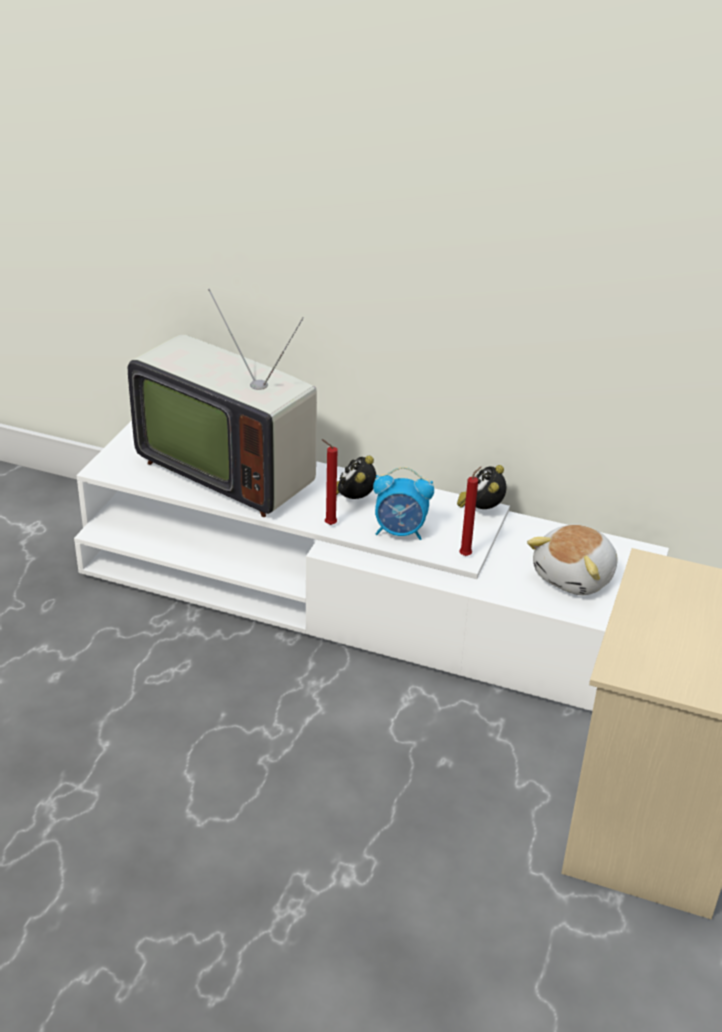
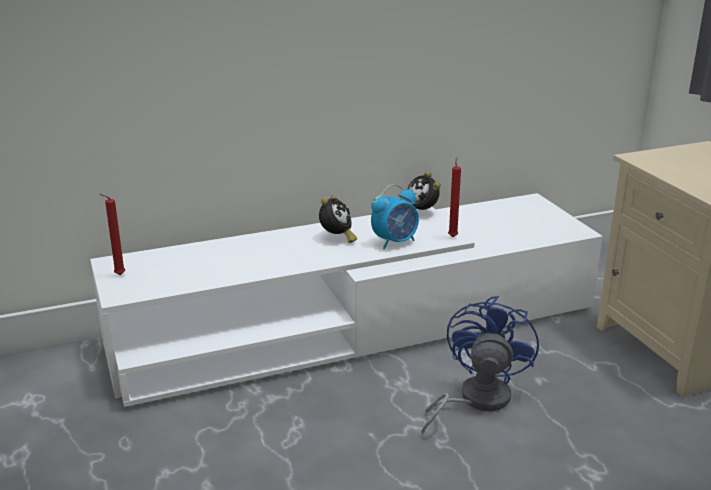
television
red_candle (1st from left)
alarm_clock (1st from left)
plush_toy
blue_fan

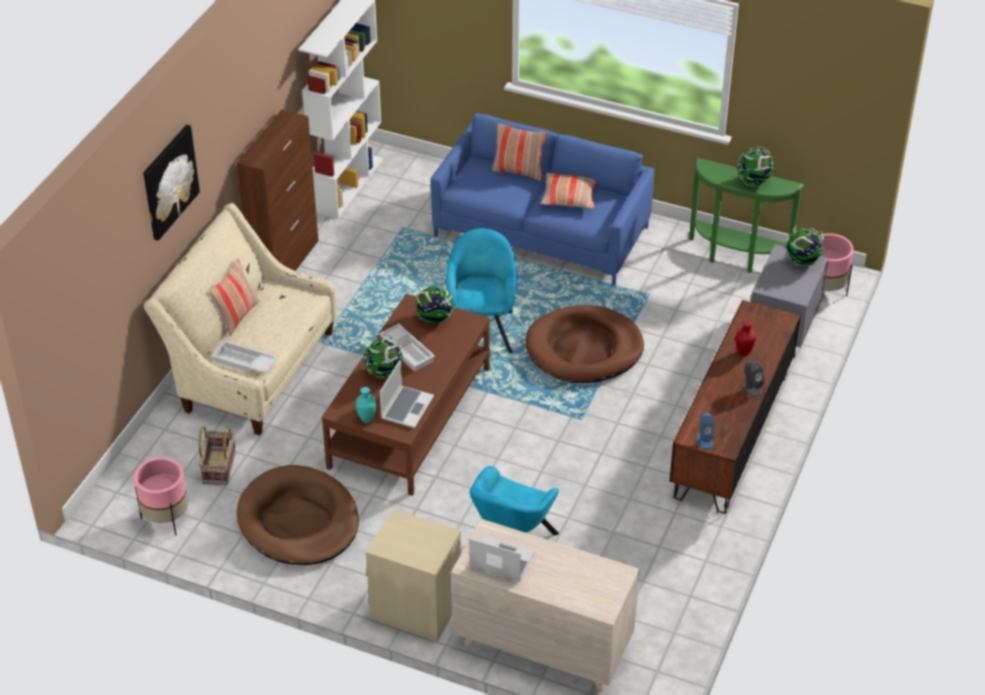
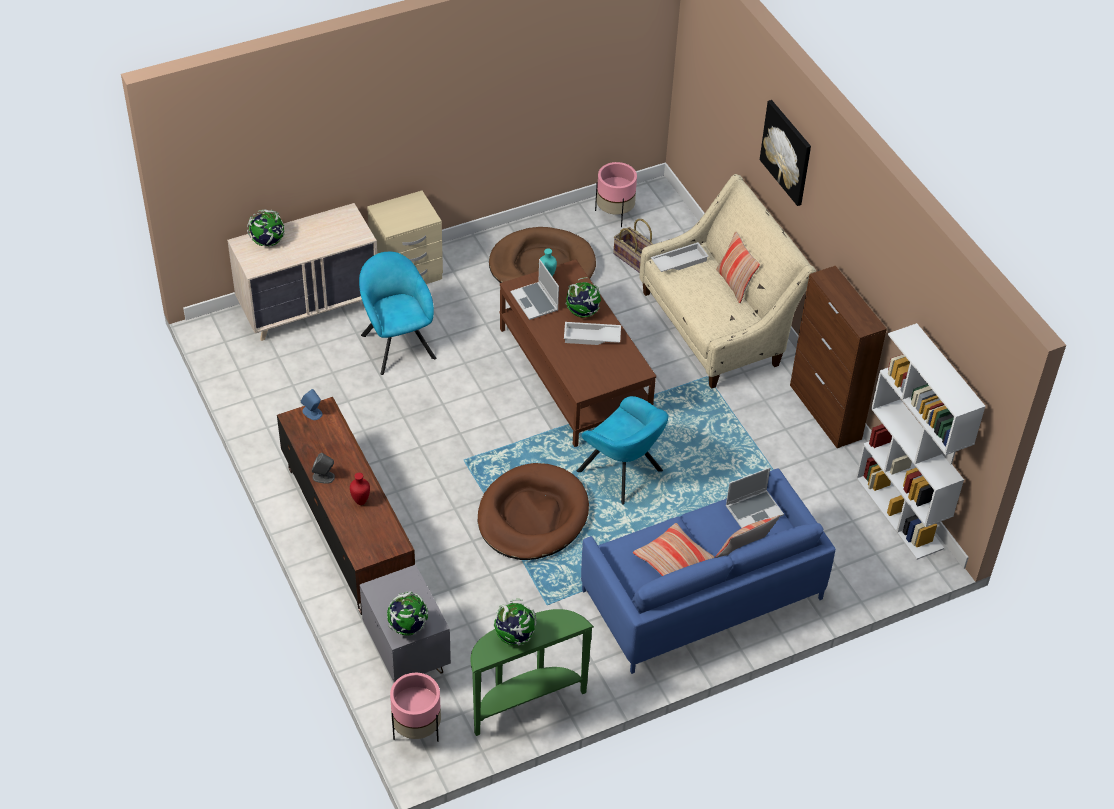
globe (1st from left)
laptop (2nd from left)

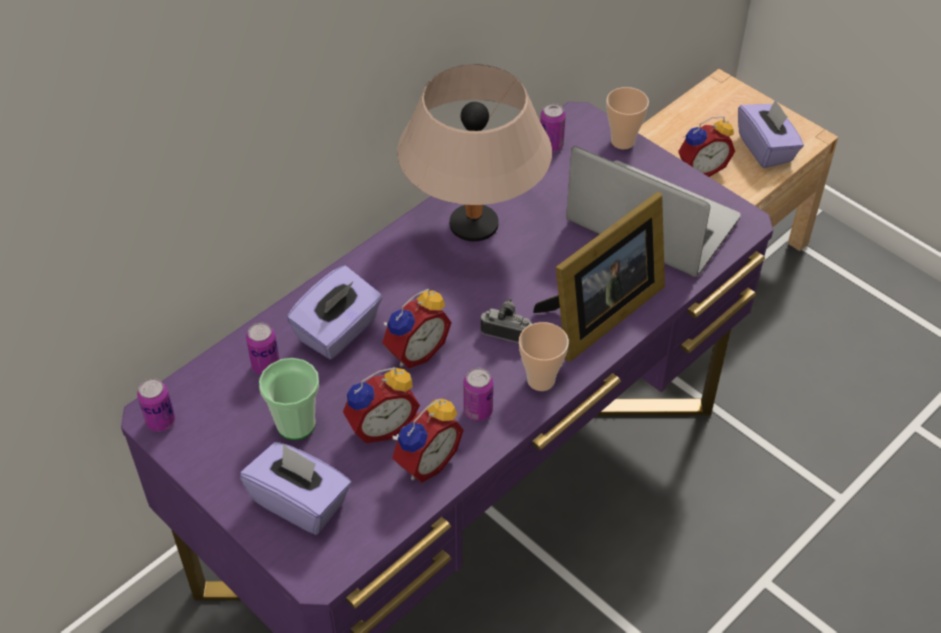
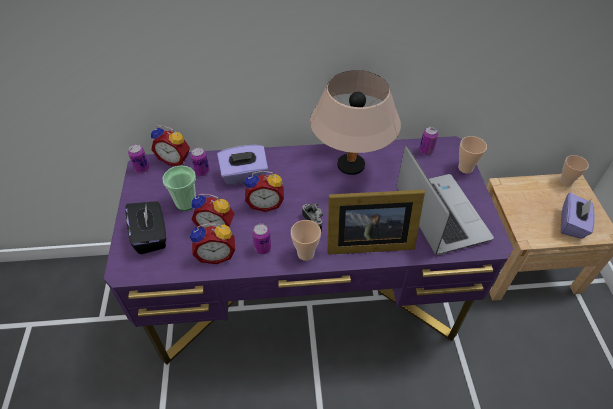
black_tissue_box
alarm_clock (1st from left)
cup (4th from left)

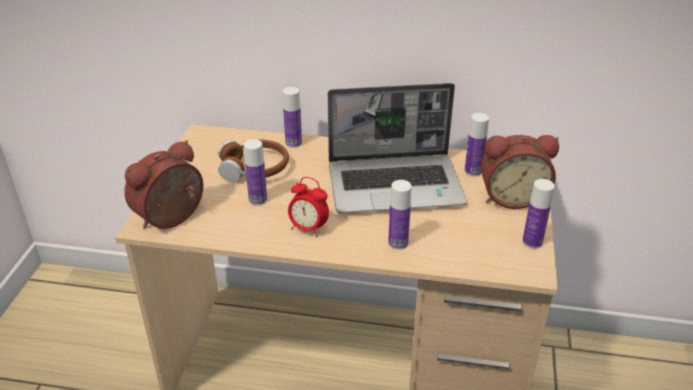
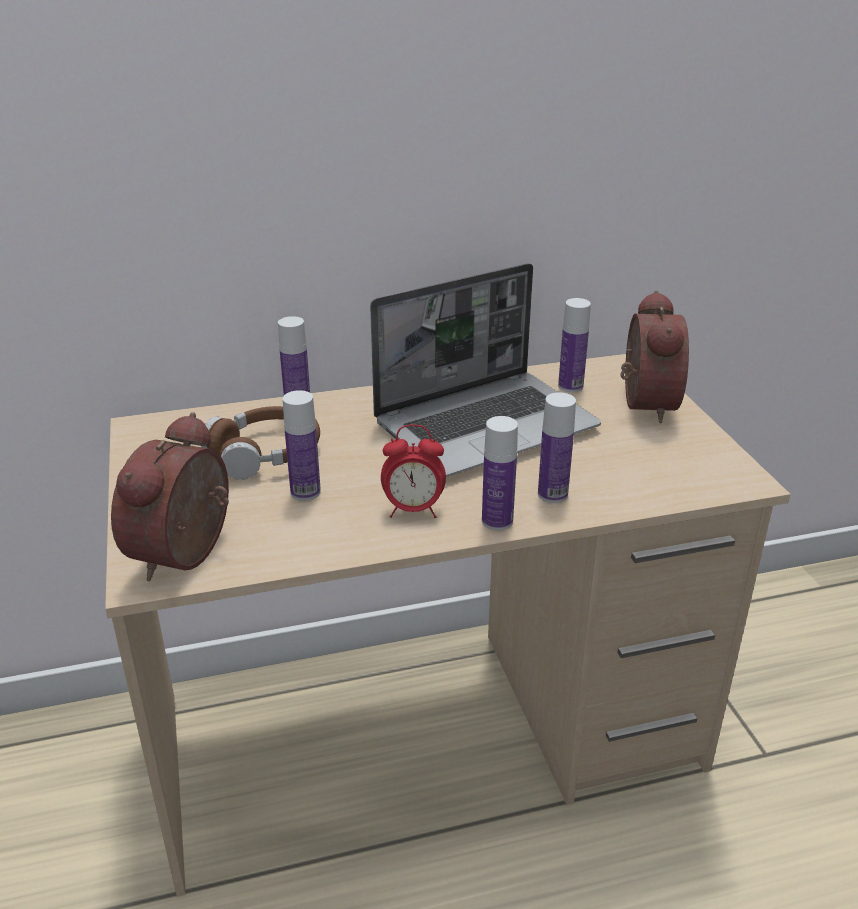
alarm_clock (3rd from left)
bottle (3rd from left)

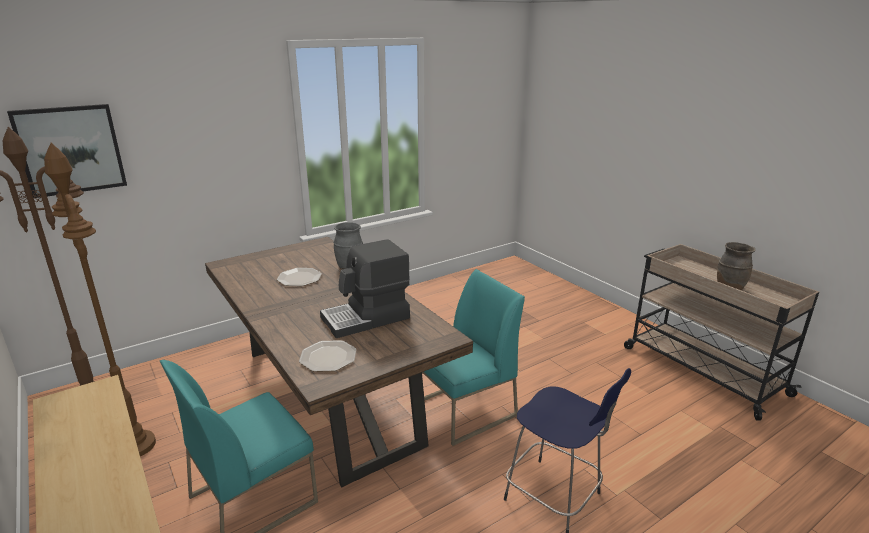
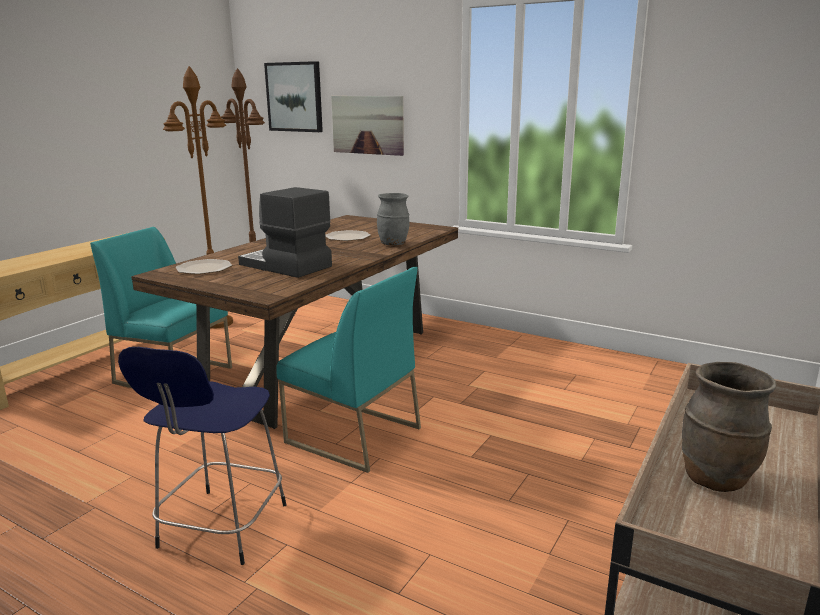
picture (2nd from left)

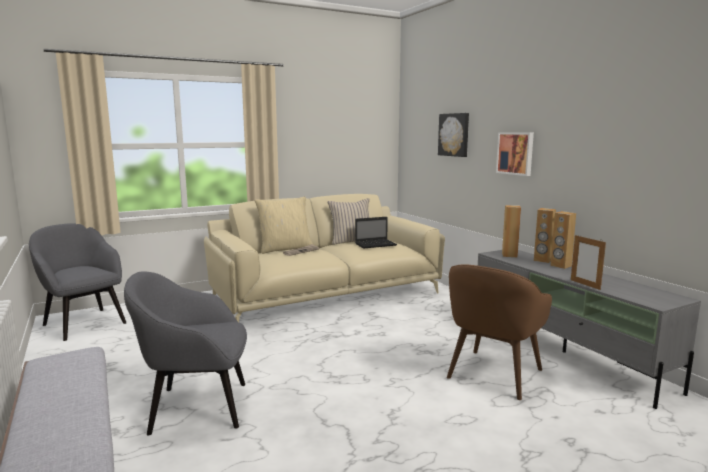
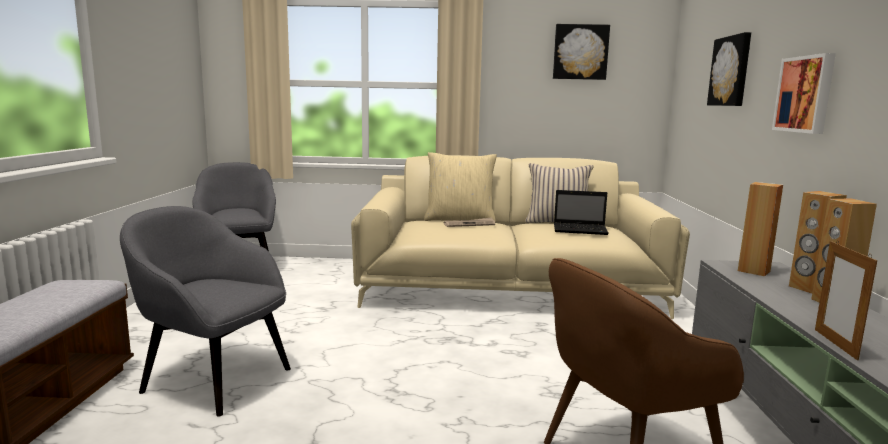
picture (1st from left)

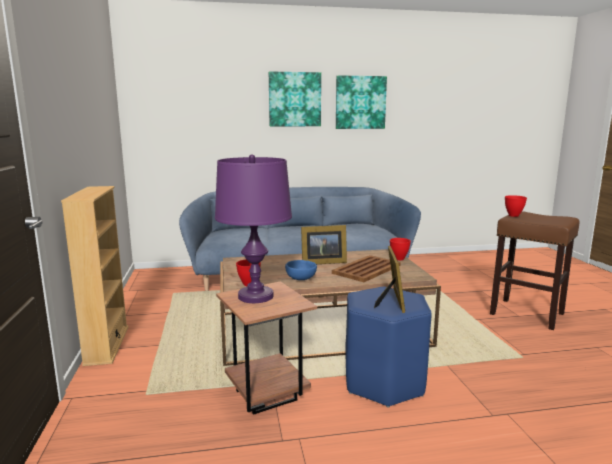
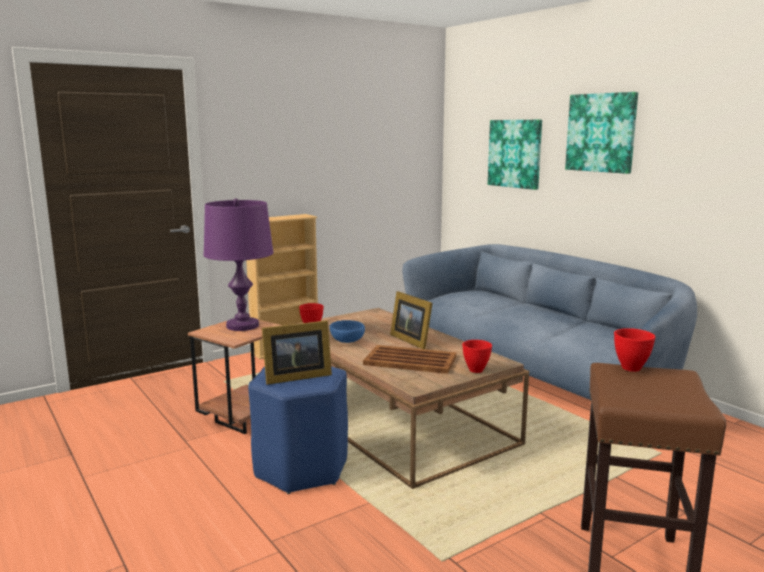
picture (1st from left)

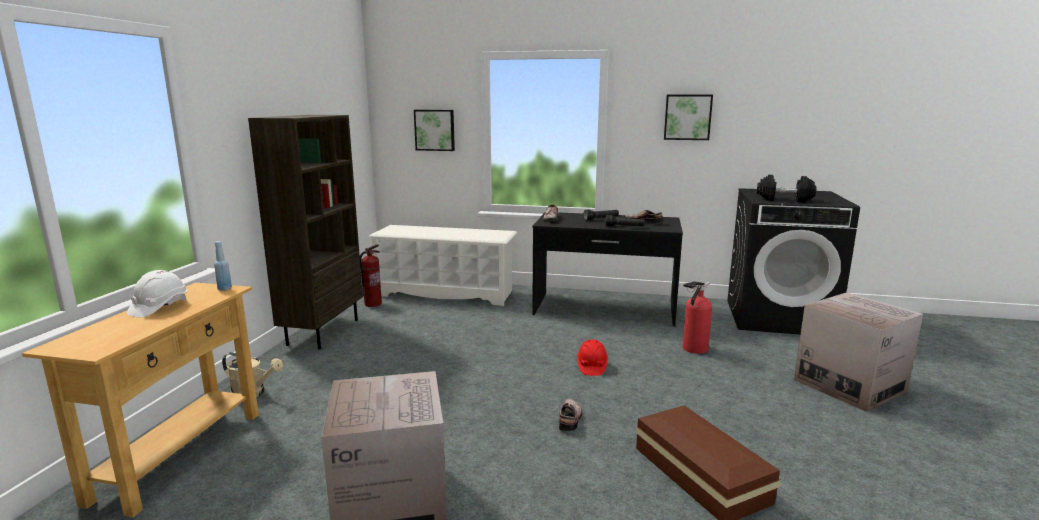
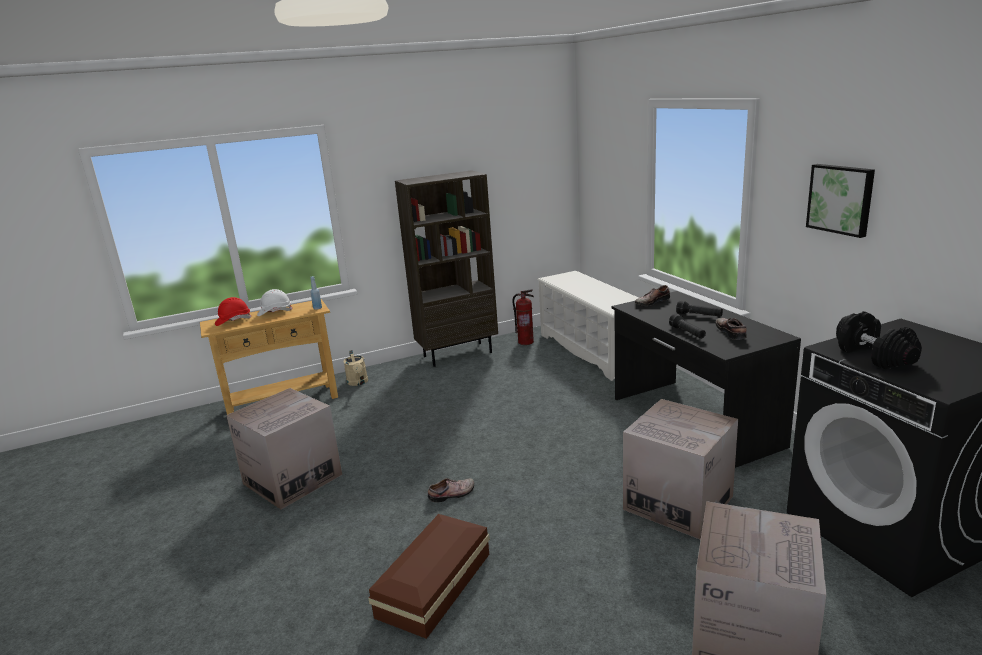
picture (1st from left in the first image)
red_hard_hat
cardboard_box (2nd from left)

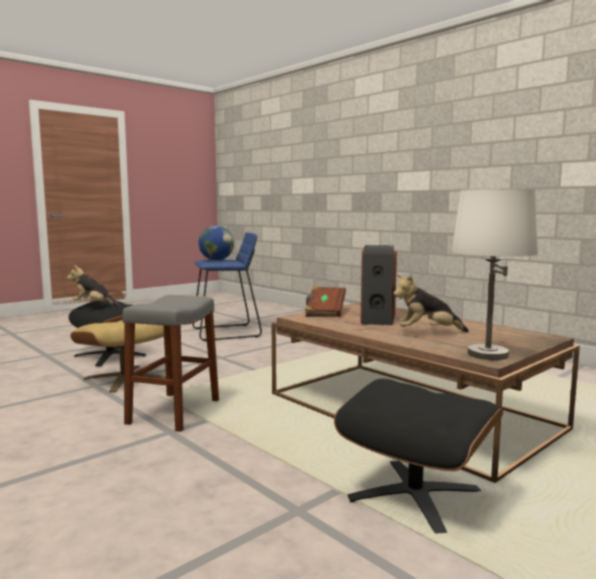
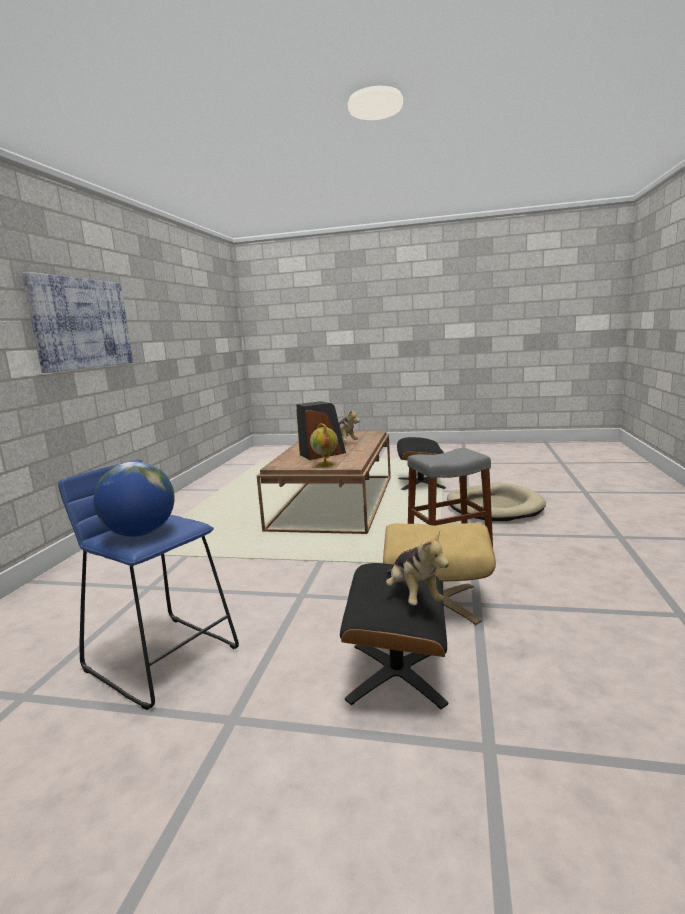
globe (2nd from left)
white_table_lamp
picture
beige_dog_bed

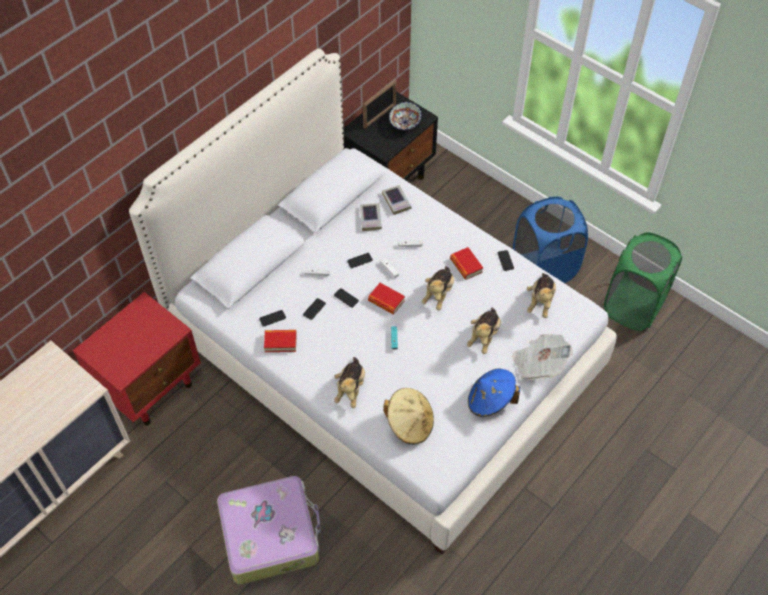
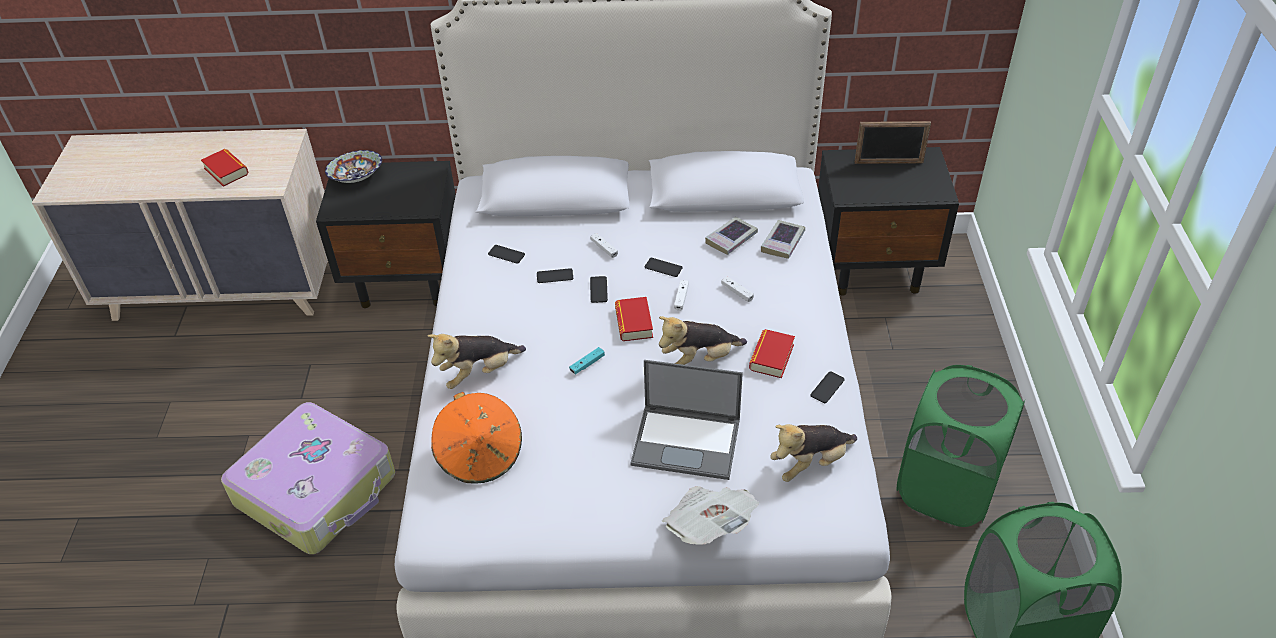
black_nightstand (1st from left)
book (1st from left)
orange_hat
bowl
laptop
blue_hat
green_laundry_basket (1st from left)

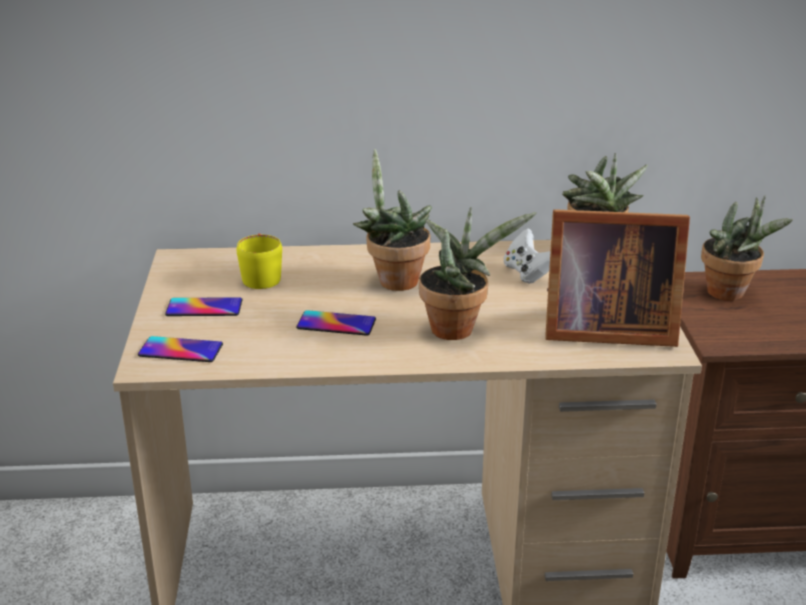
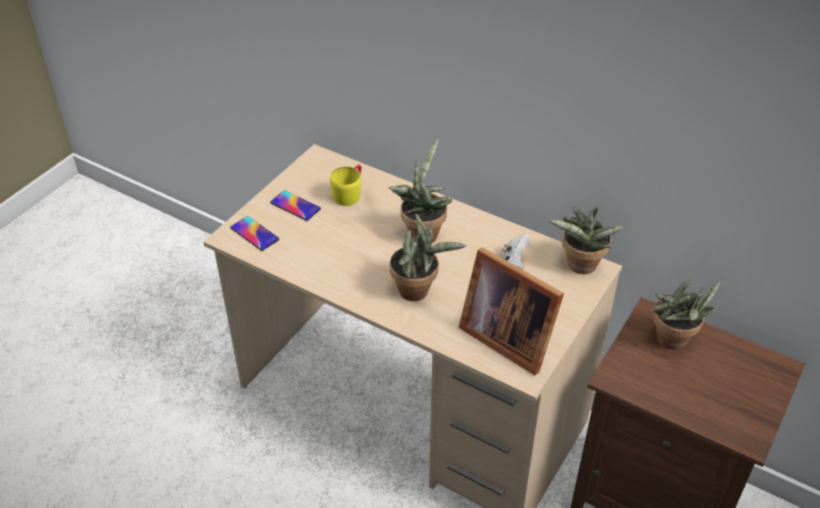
phone (3rd from left in the first image)

